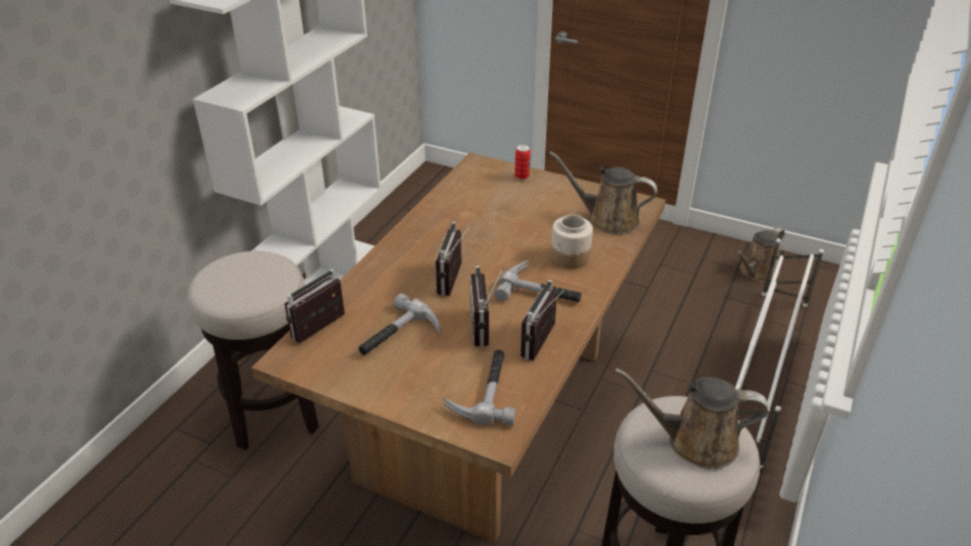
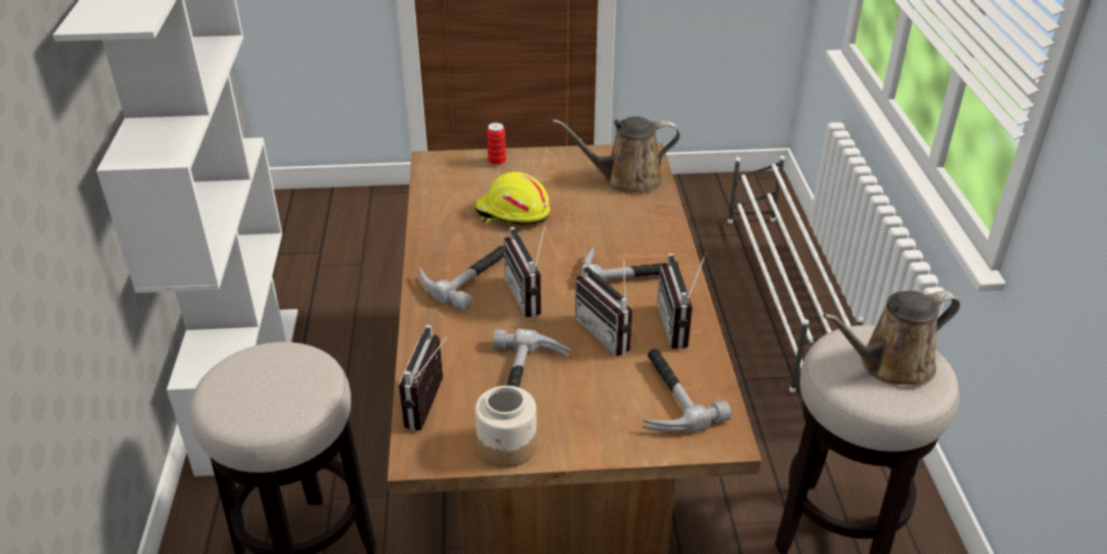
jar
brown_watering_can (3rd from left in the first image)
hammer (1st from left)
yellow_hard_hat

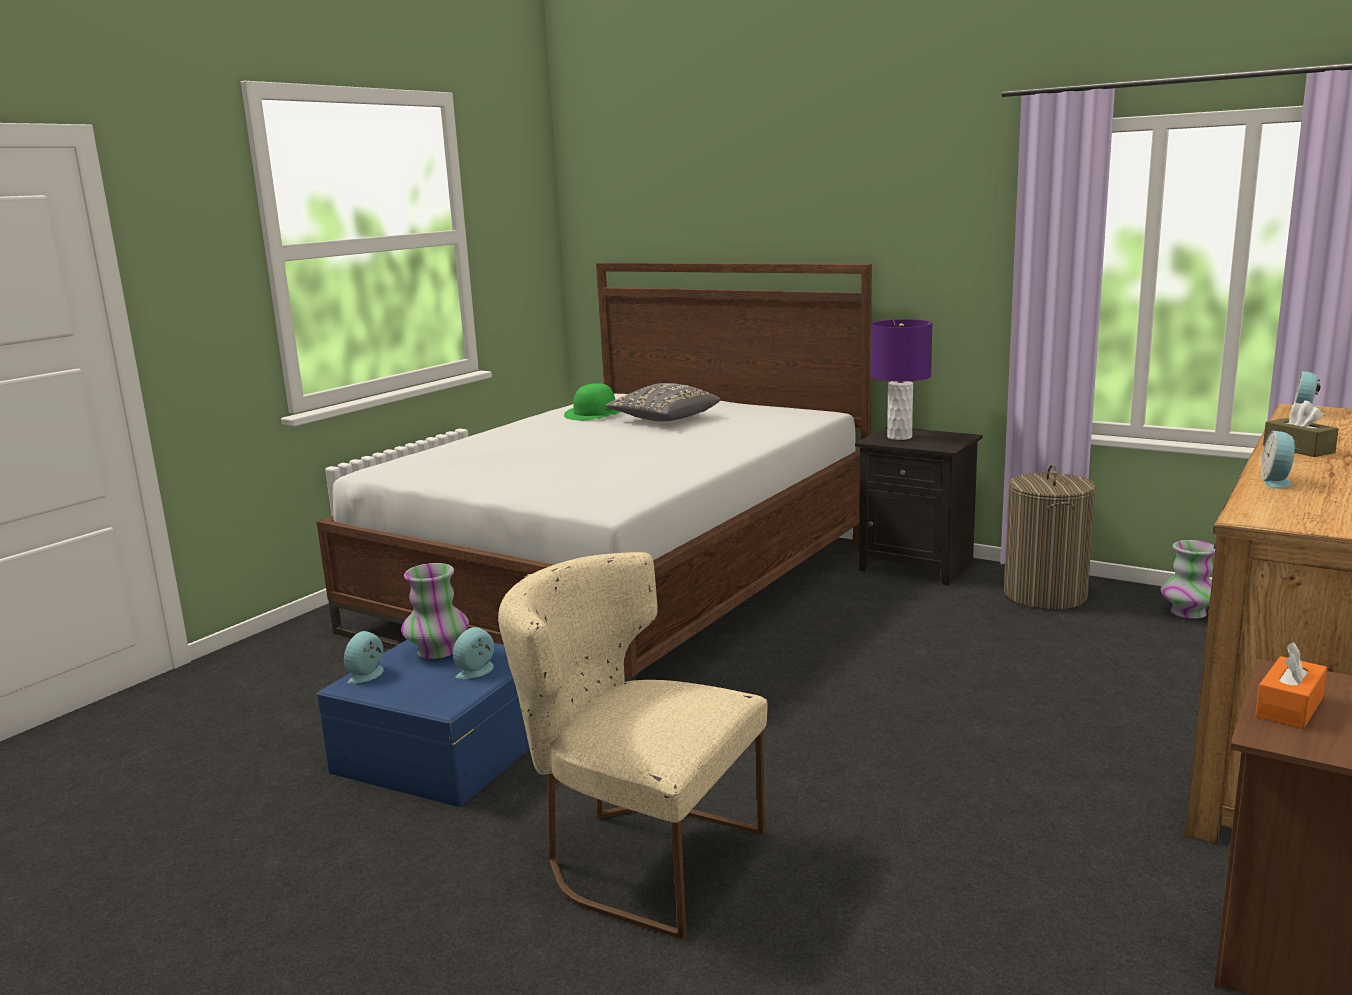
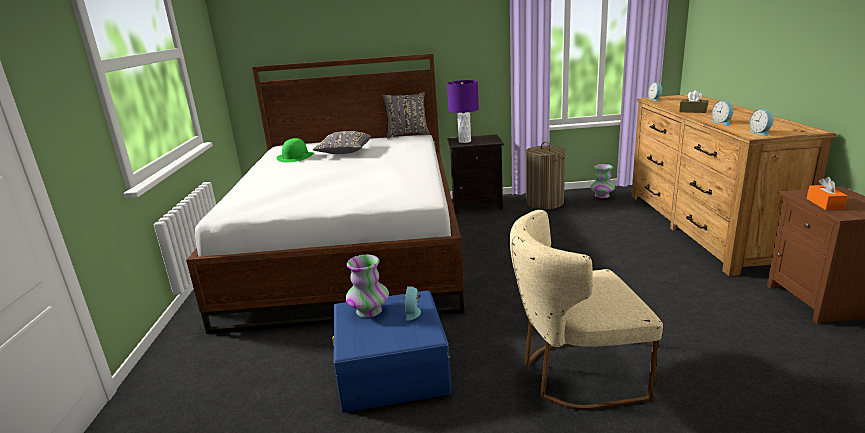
alarm_clock (4th from left)
grey_pillow (2nd from left)

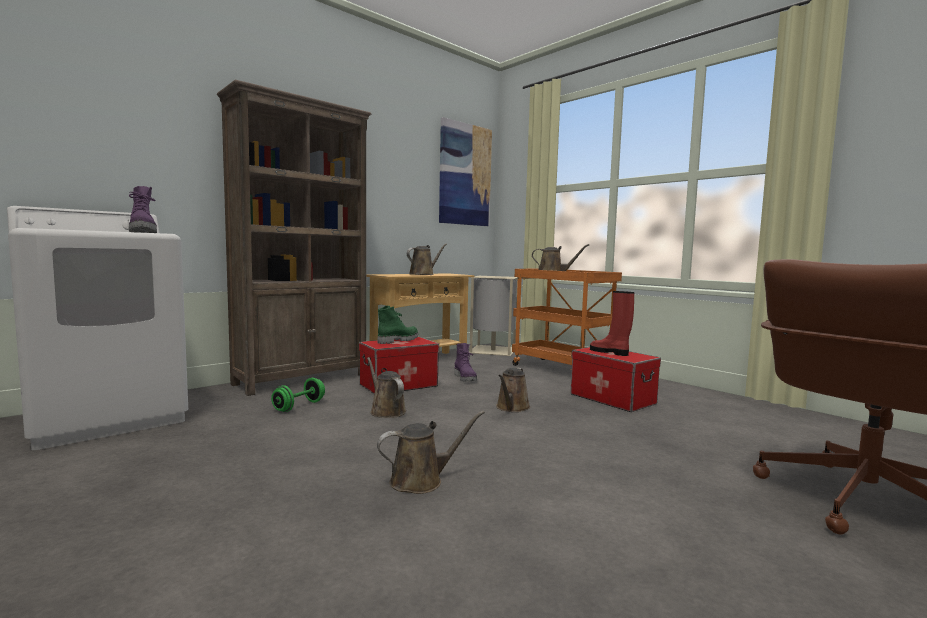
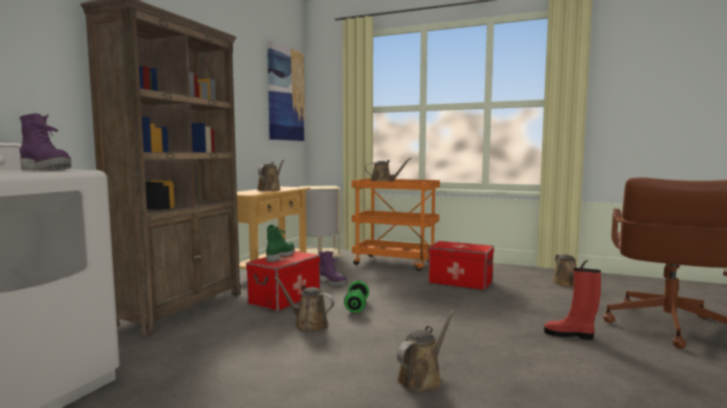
green_dumbbell
brown_watering_can (5th from left)
red_boot

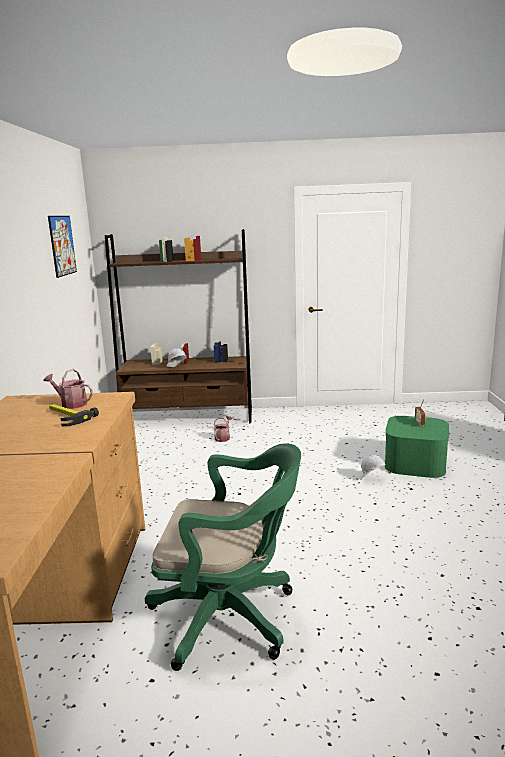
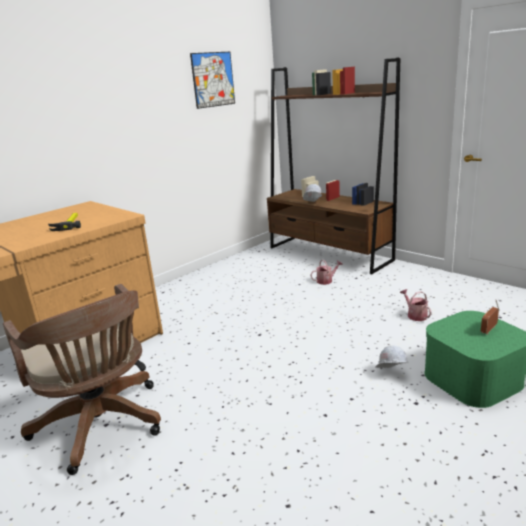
watering_can (2nd from left)
brown_office_chair

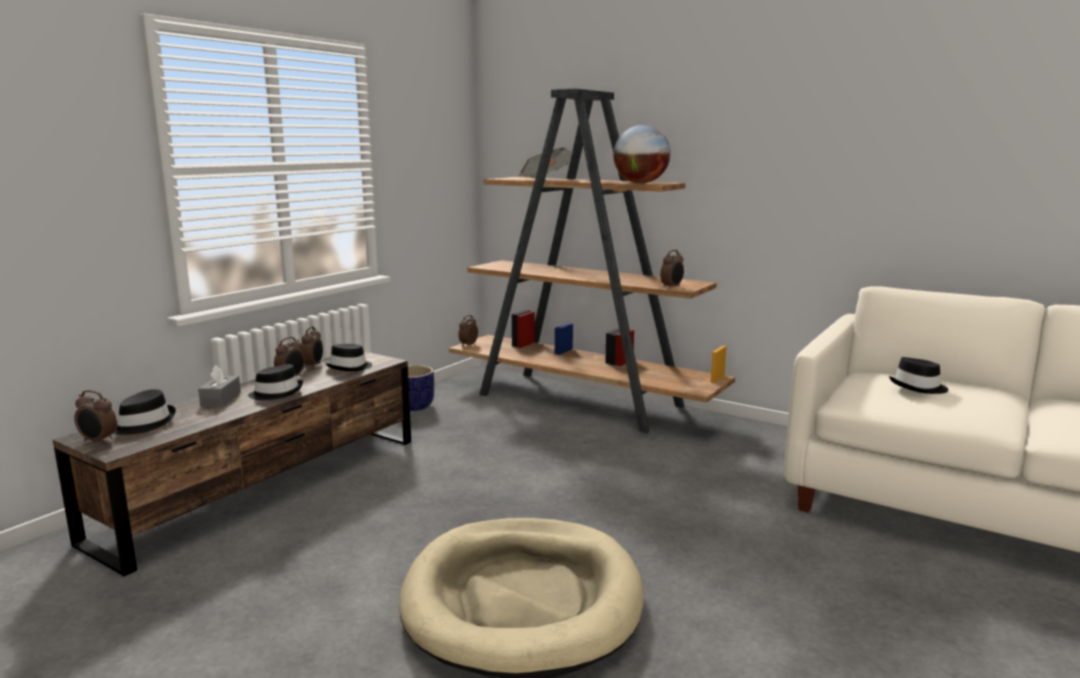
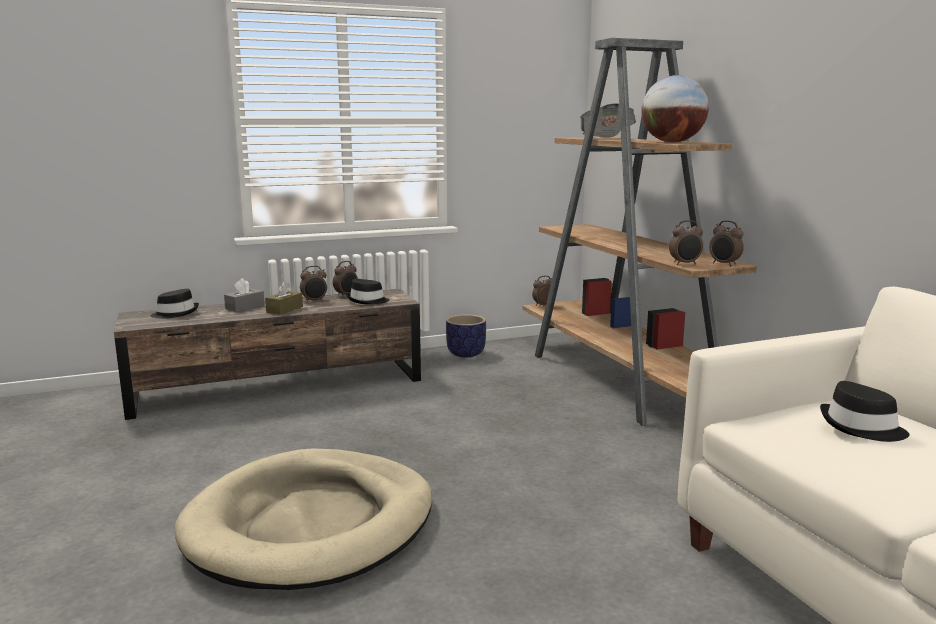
alarm_clock (5th from left)
brown_tissue_box

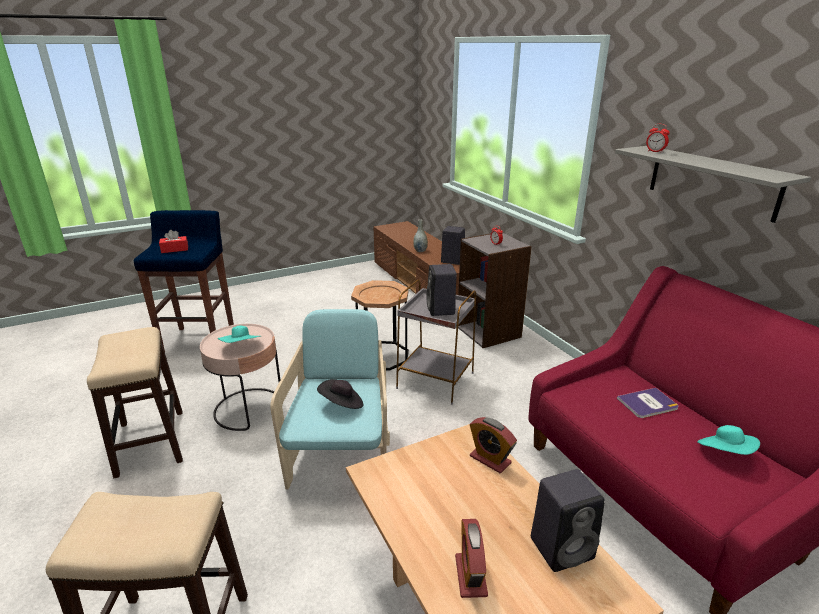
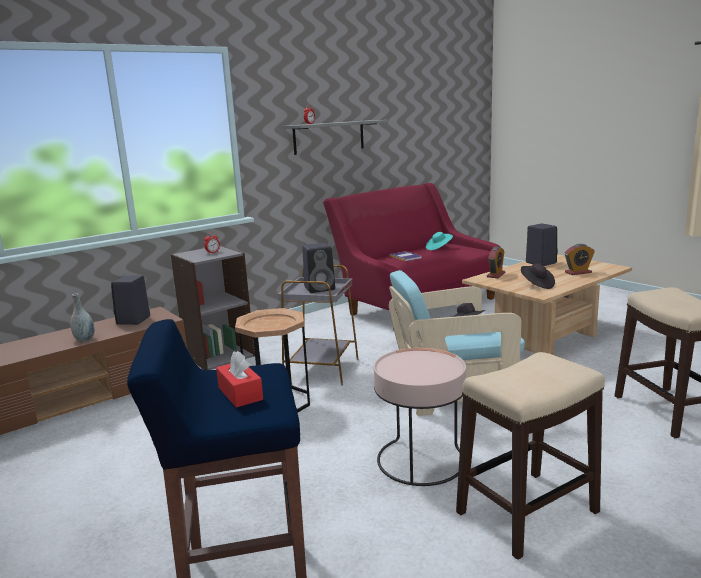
turquoise_hat (1st from left in the first image)
black_hat (2nd from left)

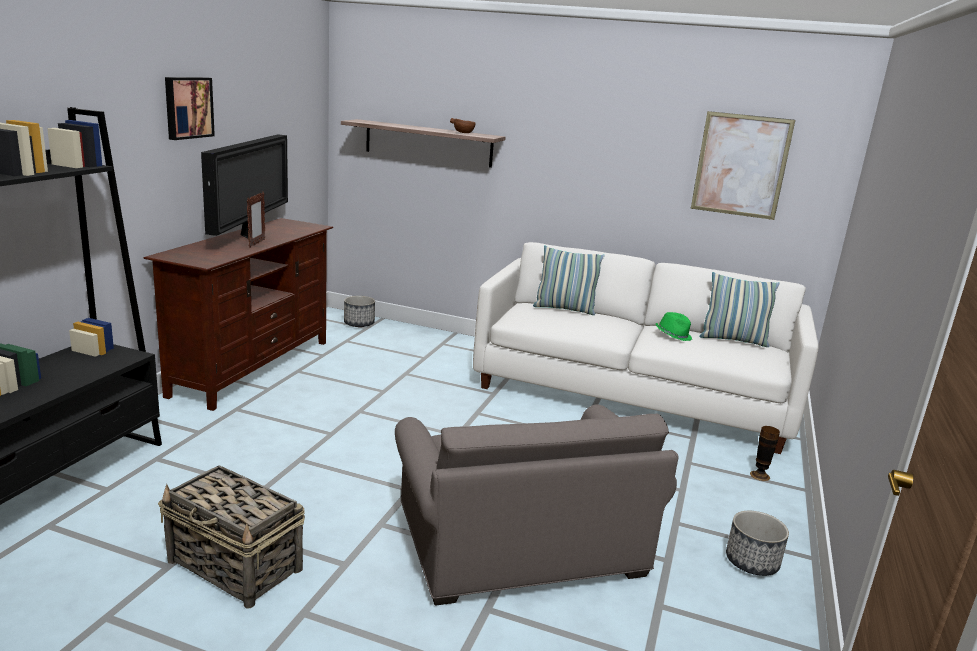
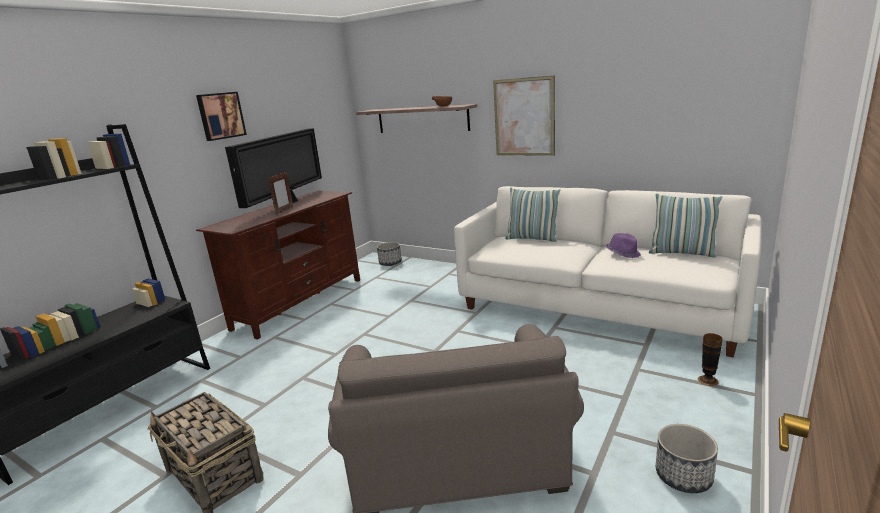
purple_hat
picture (2nd from left)

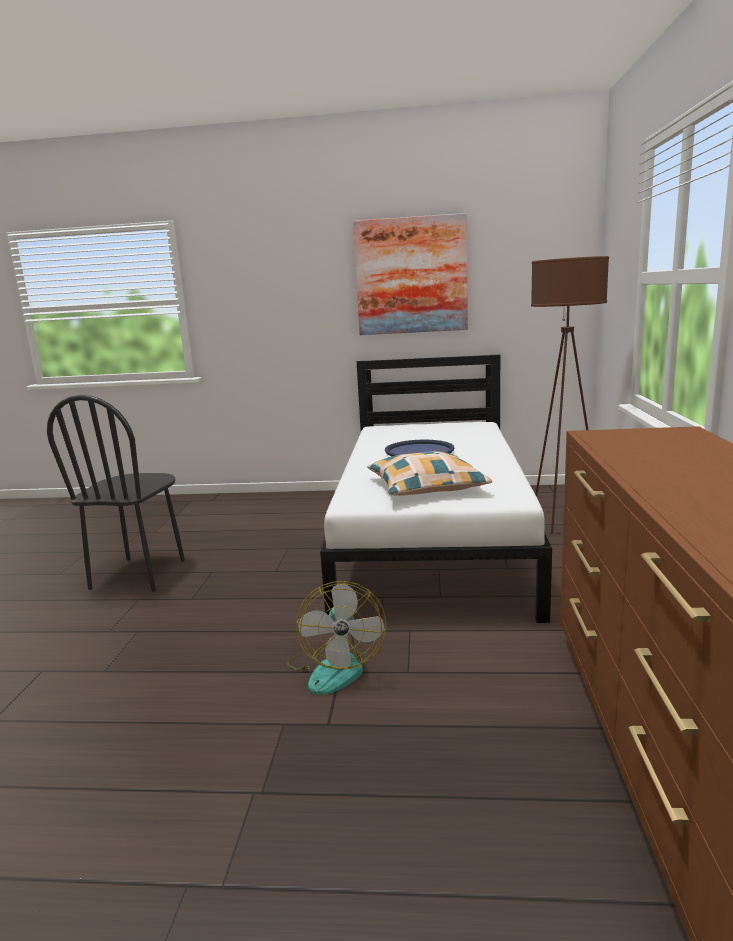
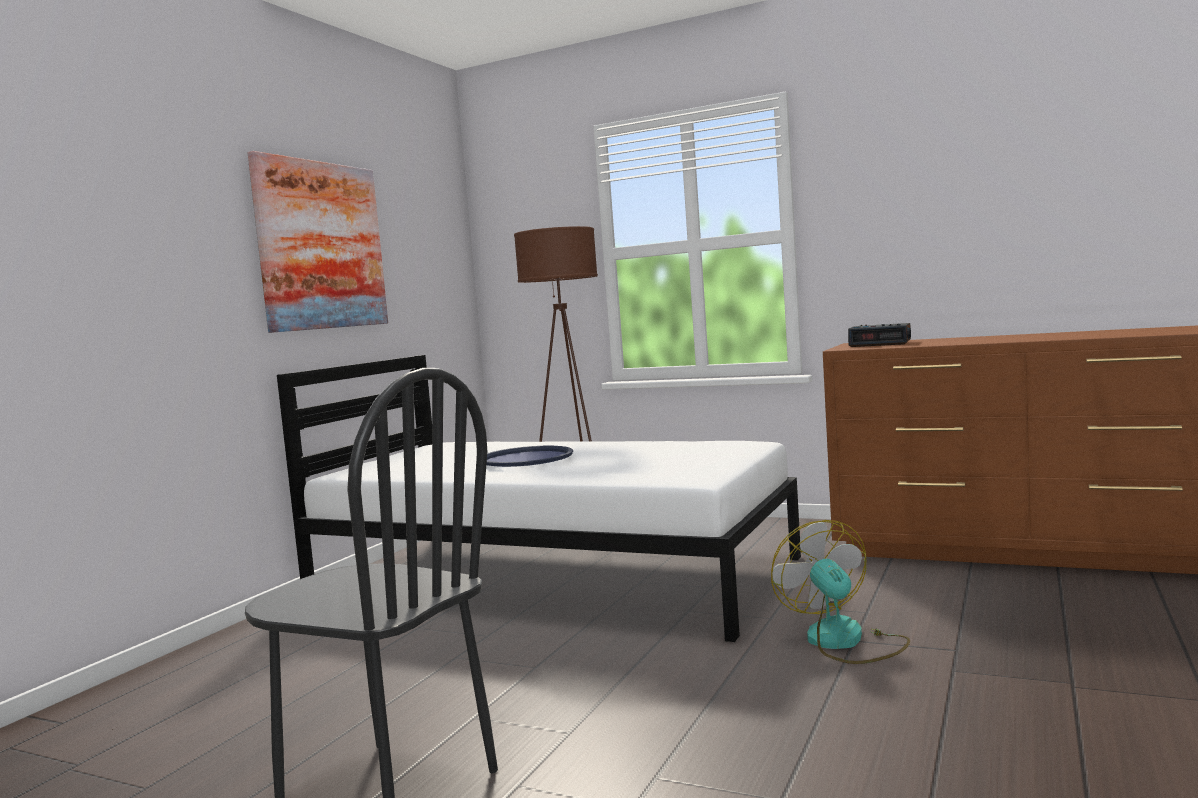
fan
pillow
alarm_clock

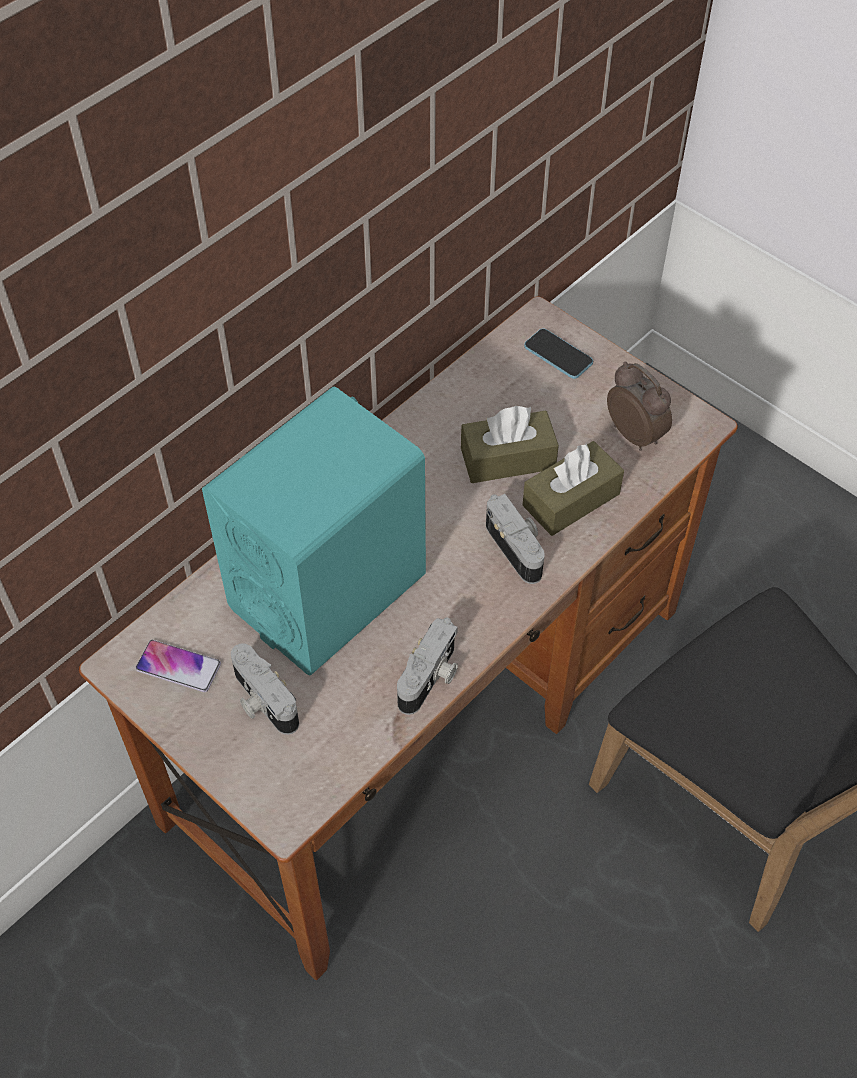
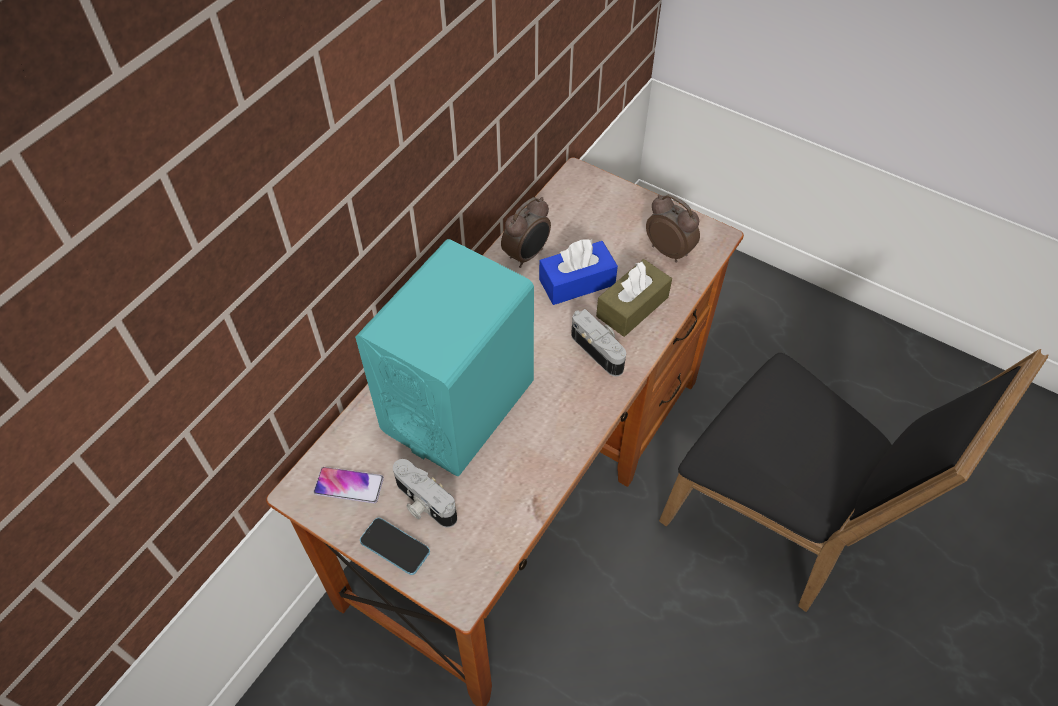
photo_camera (2nd from left in the first image)
blue_tissue_box
phone (2nd from left)
alarm_clock (1st from left)

